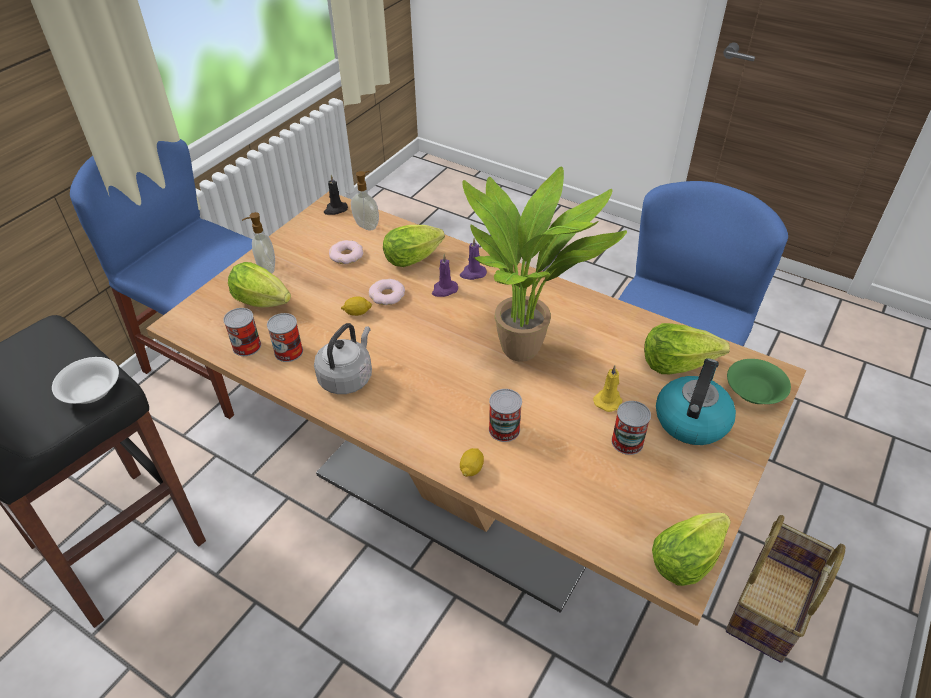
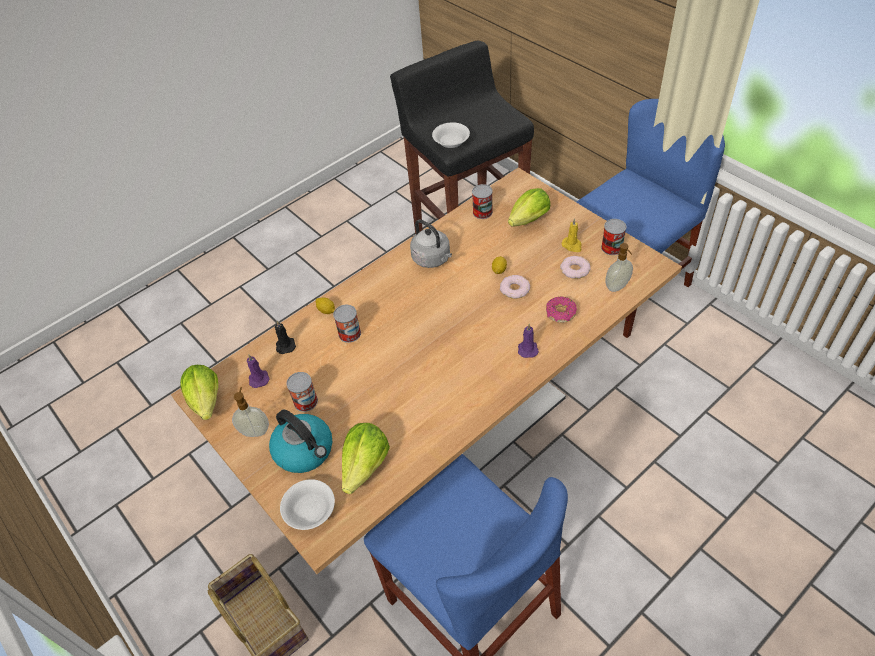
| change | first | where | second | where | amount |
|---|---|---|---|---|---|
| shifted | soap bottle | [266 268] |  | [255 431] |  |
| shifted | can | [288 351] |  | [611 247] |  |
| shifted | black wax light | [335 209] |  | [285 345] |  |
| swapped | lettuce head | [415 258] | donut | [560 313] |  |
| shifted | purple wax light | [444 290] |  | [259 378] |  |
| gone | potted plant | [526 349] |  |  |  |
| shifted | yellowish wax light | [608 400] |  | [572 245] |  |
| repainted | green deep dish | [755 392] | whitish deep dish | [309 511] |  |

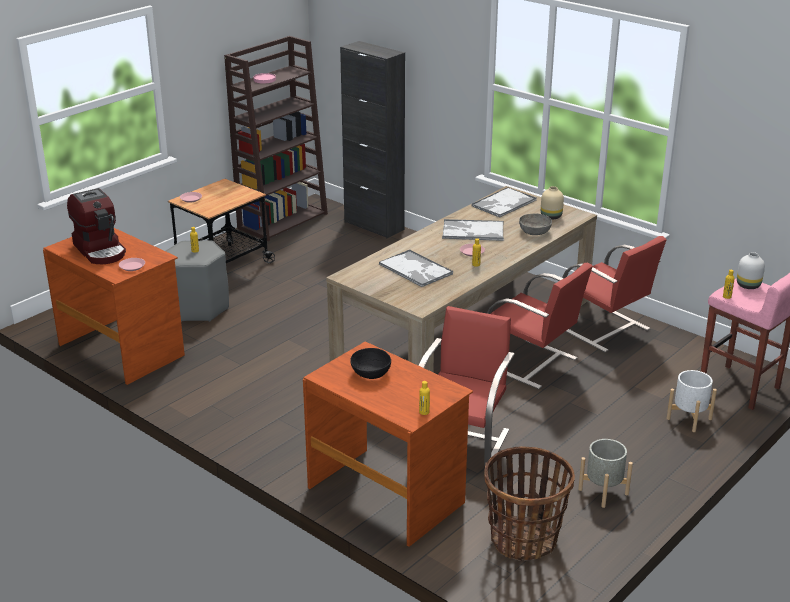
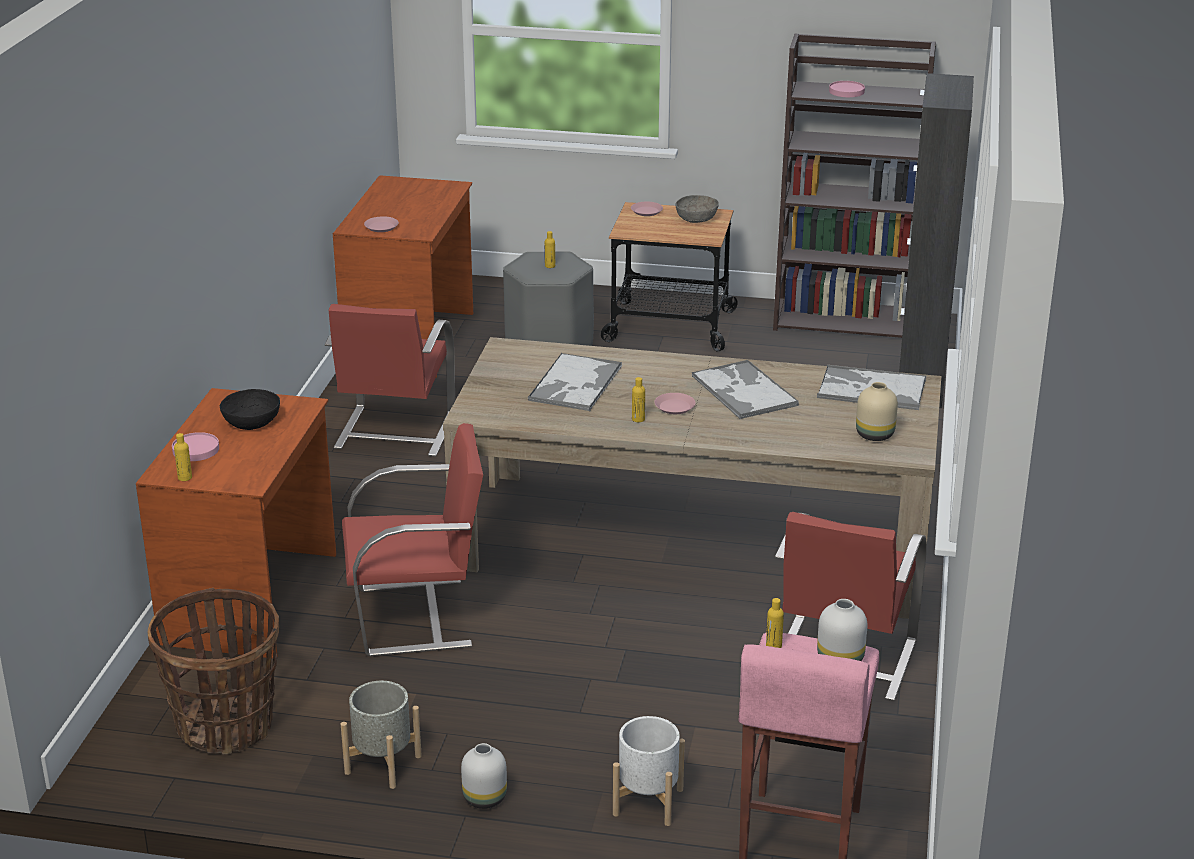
| change | first | where | second | where | amount |
|---|---|---|---|---|---|
| gone | coffee brewer | [101 250] |  |  |  |
| shifted | reddish upright chair | [533 364] |  | [394 432] |  |
| shifted | greyish deep dish | [534 232] |  | [696 219] |  |
| new |  |  | pinkish dinner plate | [196 449] |  |
| new |  |  | whitish decorative vase | [483 798] |  |

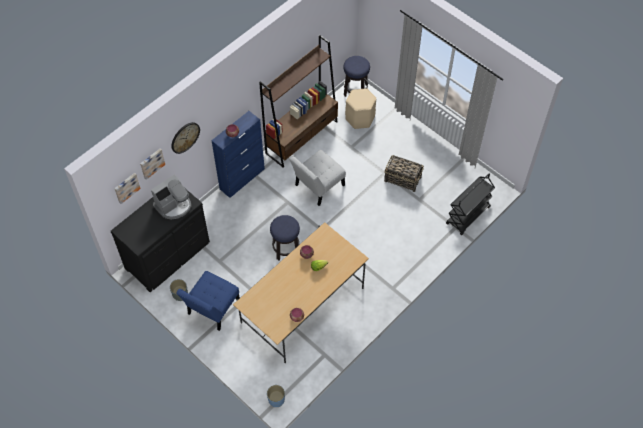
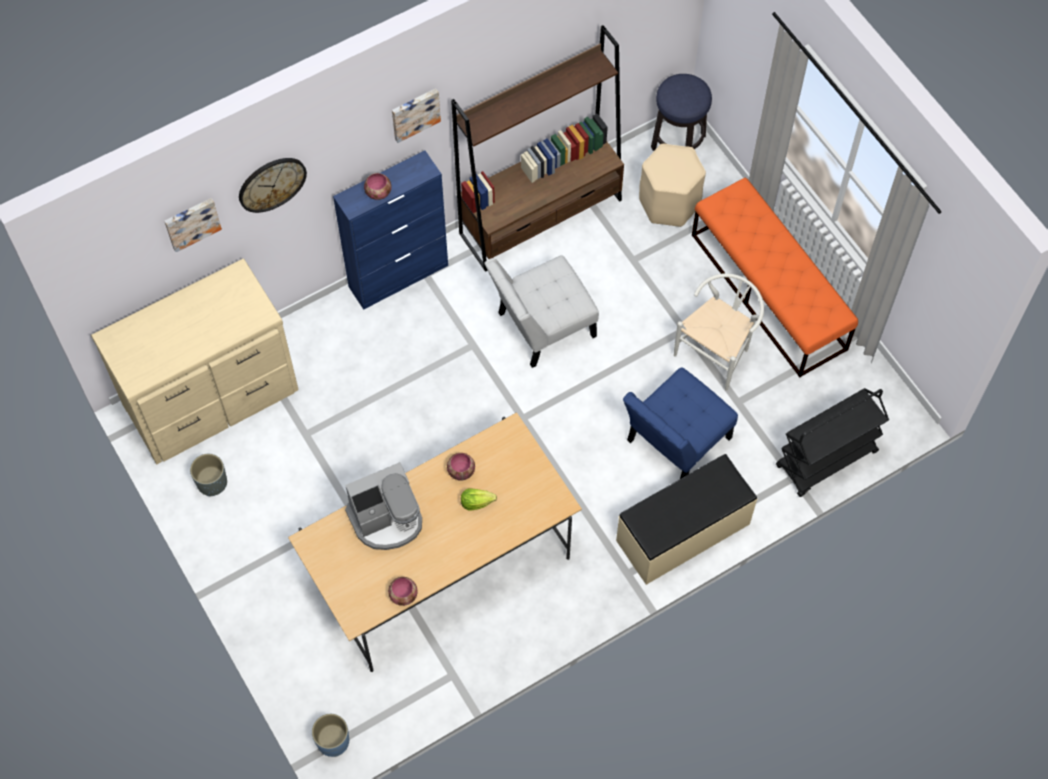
| change | first | where | second | where | amount |
|---|---|---|---|---|---|
| repainted | black chest of drawers | [168 255] | sand-coloured chest of drawers | [212 399] |  |
| shifted | picture | [126 187] |  | [415 113] |  |
| shifted | coffee brewer | [174 206] |  | [387 519] |  |
| shifted | blue upright chair | [212 309] |  | [674 443] |  |
| gone | sitting stool | [286 248] |  |  |  |
| swapped | household basket | [403 179] | whitish upright chair | [717 352] |  |
| new |  |  | sand-coloured indoor bench | [683 533] |  |
| new |  |  | orange indoor bench | [769 292] |  |

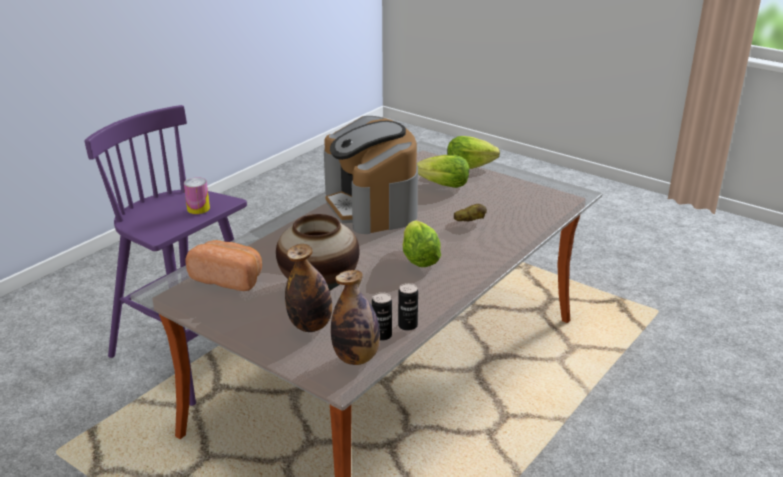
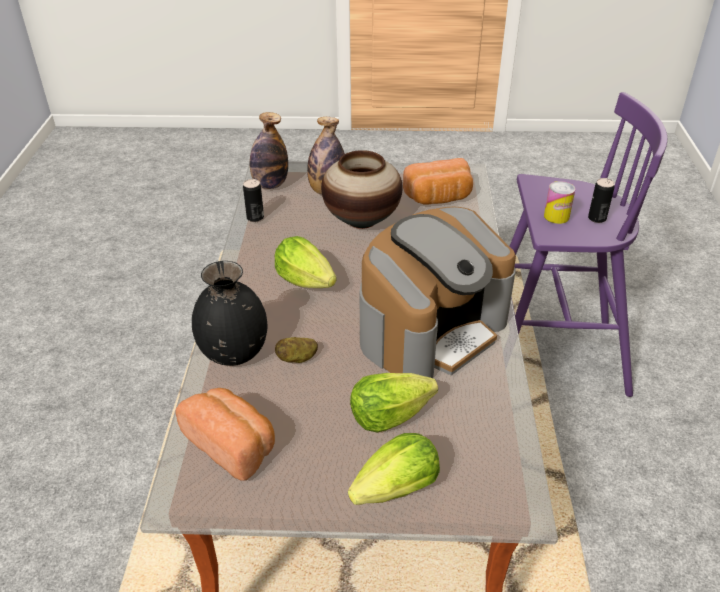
| change | first | where | second | where | amount |
|---|---|---|---|---|---|
| rotated | coffee brewer | [372 206] |  | [431 330] | 105 degrees clockwise |
| shifted | can | [382 335] |  | [597 218] |  |
| new |  |  | baked bread | [232 444] |  |
| new |  |  | black decorative vase | [233 352] |  |

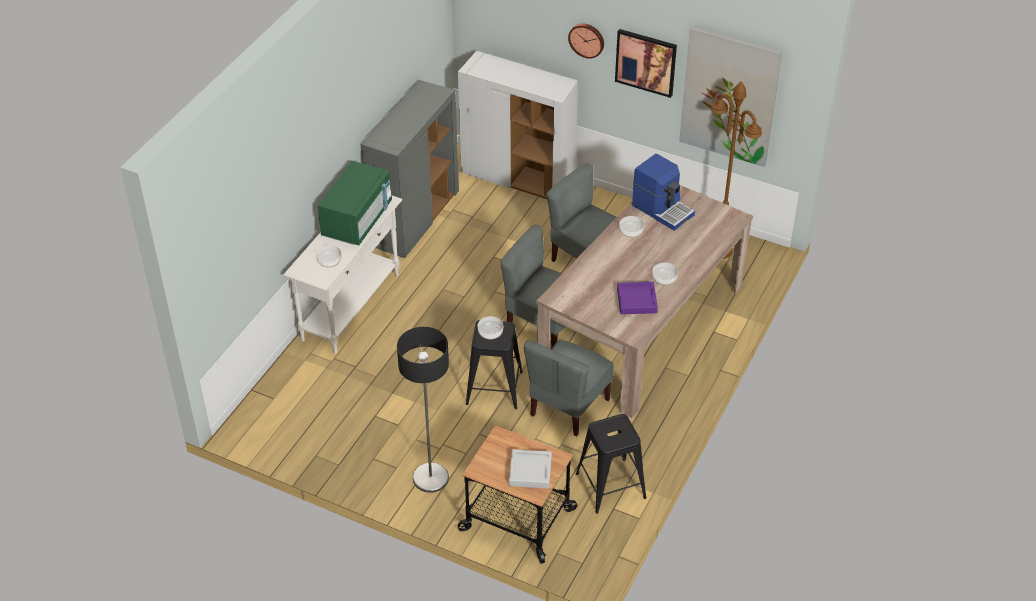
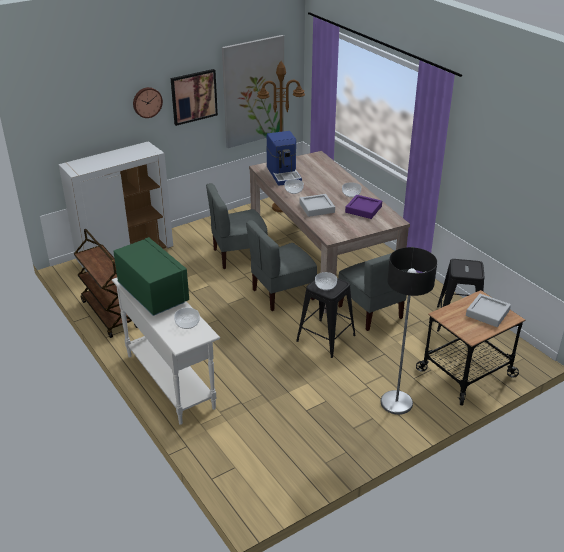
| change | first | where | second | where | amount |
|---|---|---|---|---|---|
| swapped | greyish cupboard | [415 219] | brown-coloured trolley | [109 314] |  |
| rotated | coffee brewer | [662 209] |  | [284 174] | 90 degrees clockwise |
| new |  |  | greyish serving tray | [317 208] |  |

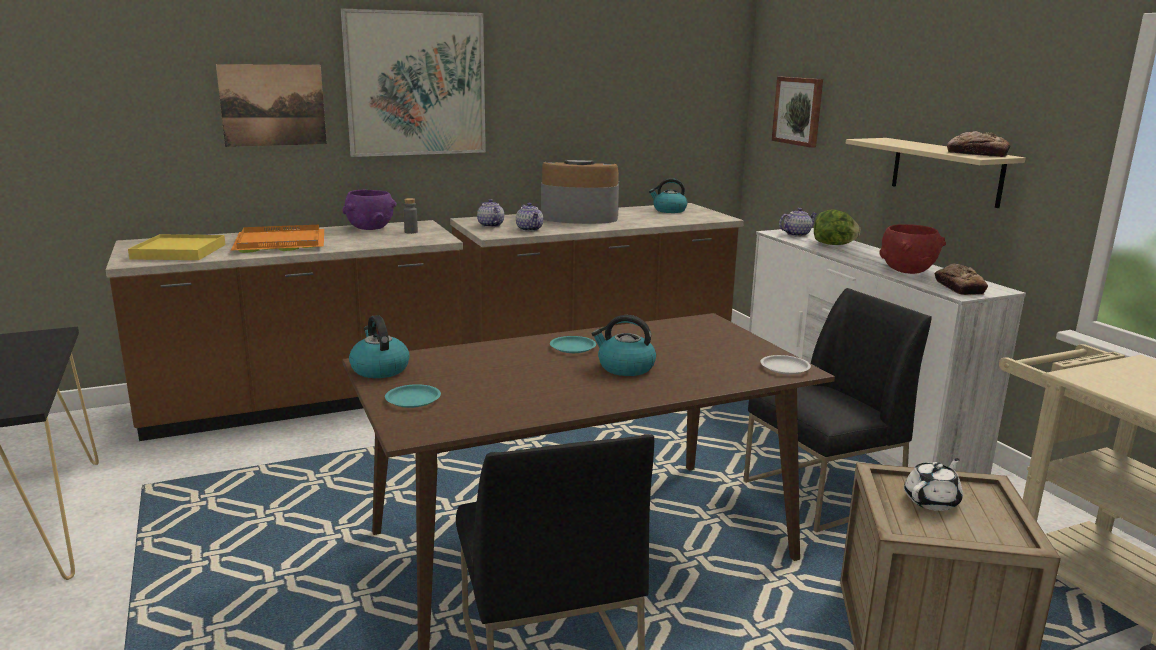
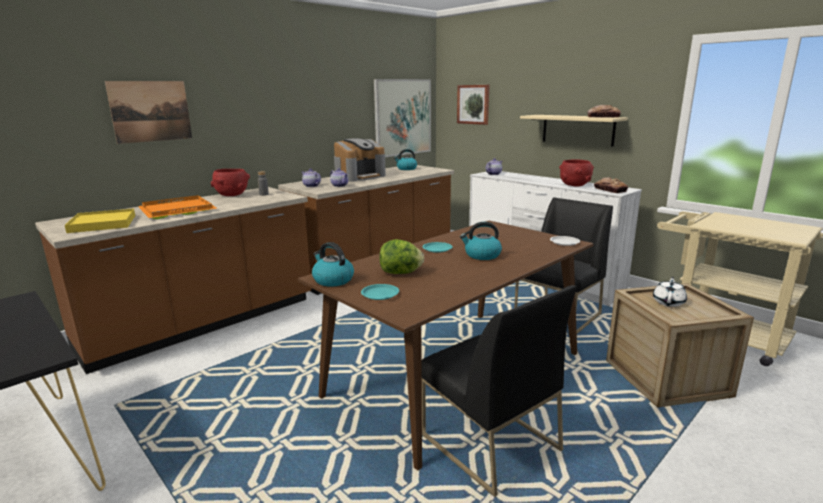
| change | first | where | second | where | amount |
|---|---|---|---|---|---|
| shifted | picture | [416 84] |  | [402 117] |  |
| repainted | purple deep dish | [370 228] | reddish deep dish | [232 195] |  |
| rotated | coffee brewer | [579 217] |  | [359 177] | 150 degrees clockwise |
| shifted | lettuce head | [834 244] |  | [401 273] |  |

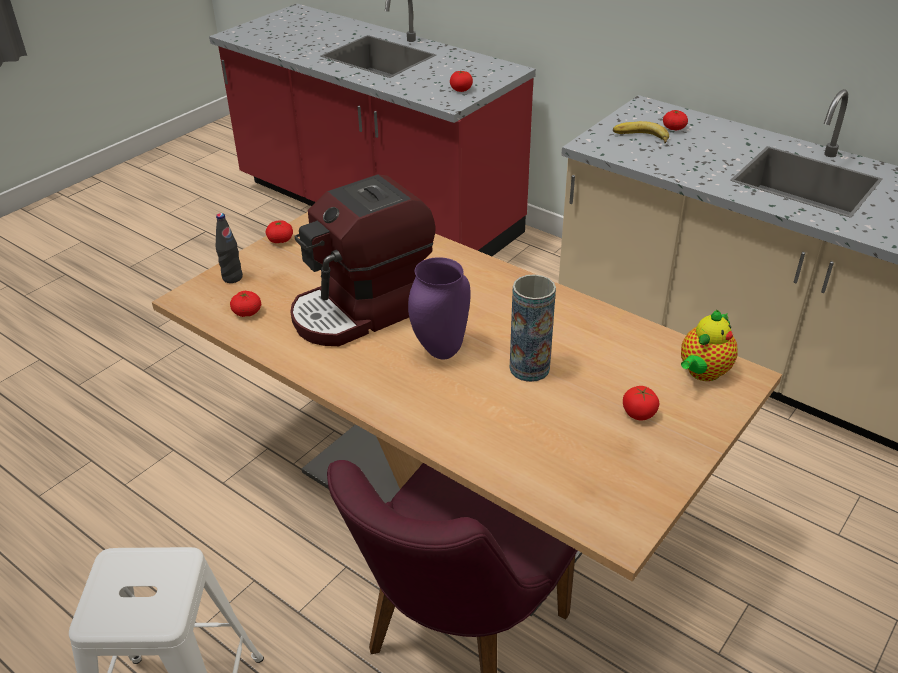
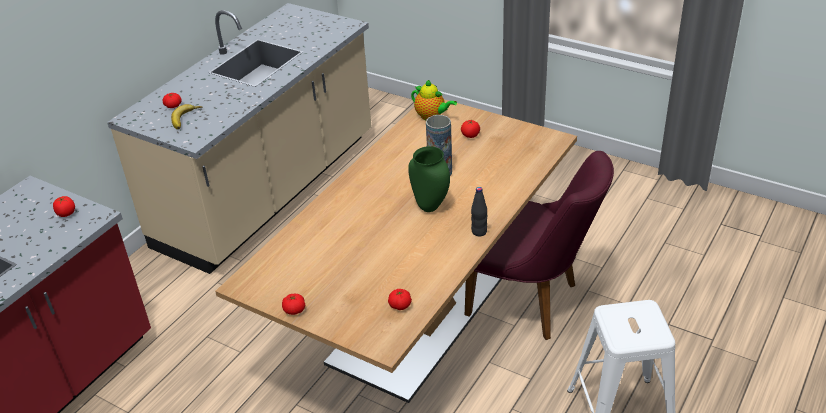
| change | first | where | second | where | amount |
|---|---|---|---|---|---|
| shifted | black beverage bottle | [232 278] |  | [479 232] |  |
| gone | coffee brewer | [363 310] |  |  |  |
| repainted | purple decorative vase | [441 352] | green decorative vase | [431 206] |  |

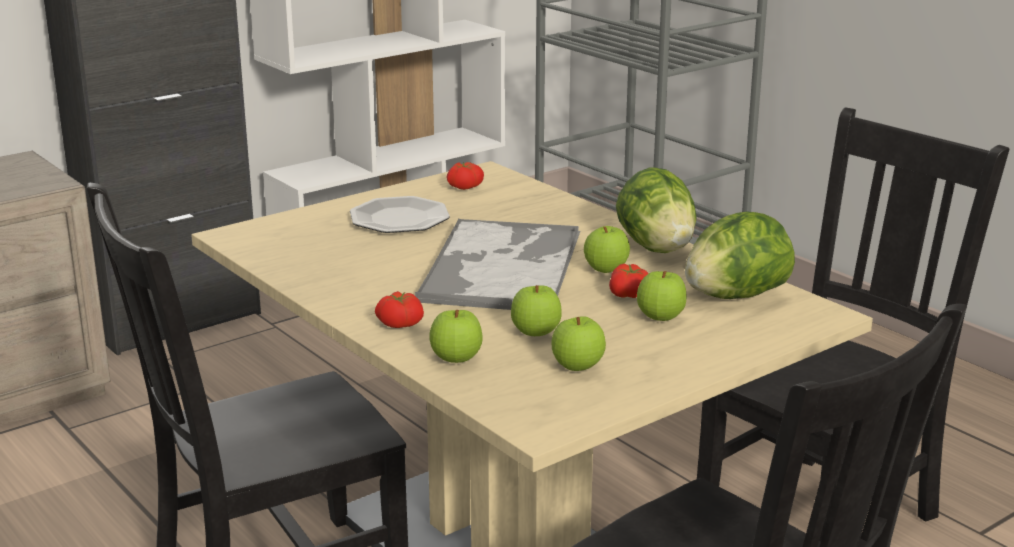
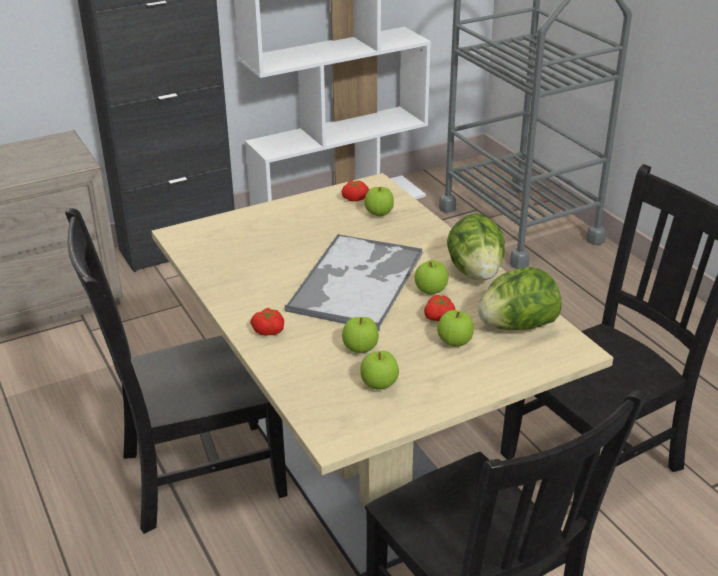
| change | first | where | second | where | amount |
|---|---|---|---|---|---|
| gone | dinner plate | [399 218] |  |  |  |
| shifted | apple | [456 359] |  | [379 214] |  |

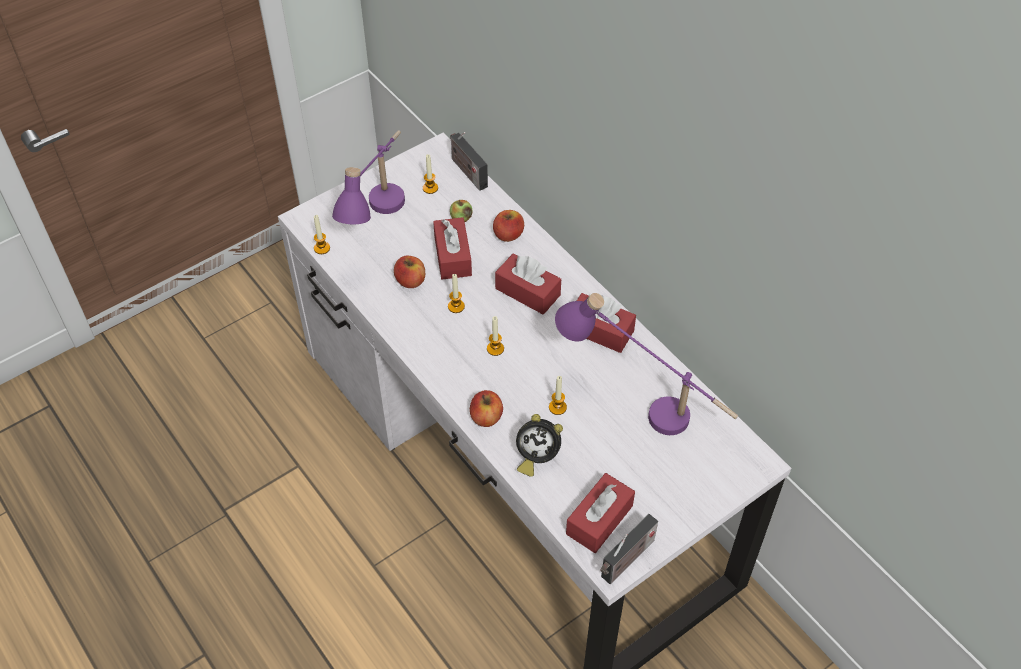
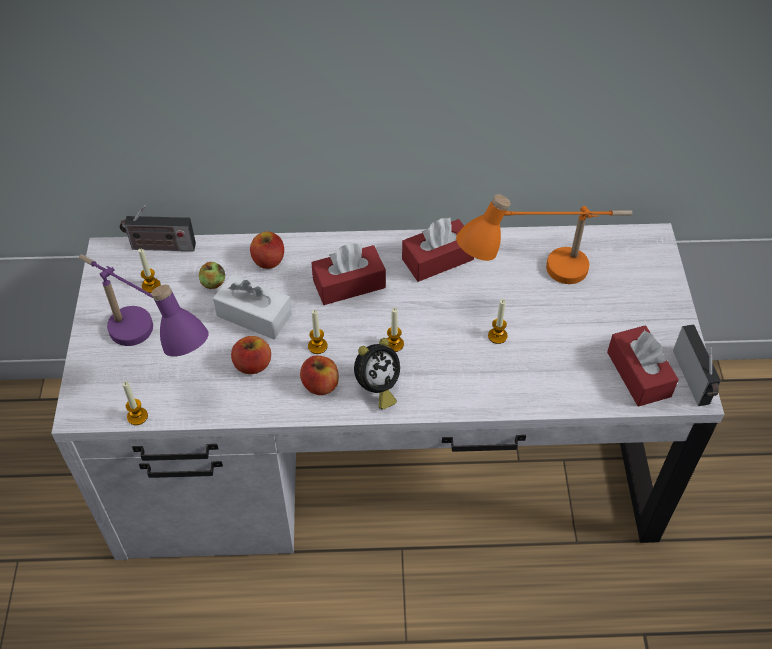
| change | first | where | second | where | amount |
|---|---|---|---|---|---|
| repainted | reddish tissue holder | [453 256] | whitish tissue holder | [254 315] |  |
| shifted | apple | [486 417] |  | [320 385] |  |
| shifted | alarm clock | [536 456] |  | [377 388] |  |
| repainted | purple lamp for a table | [640 406] | orange lamp for a table | [540 279] |  |

